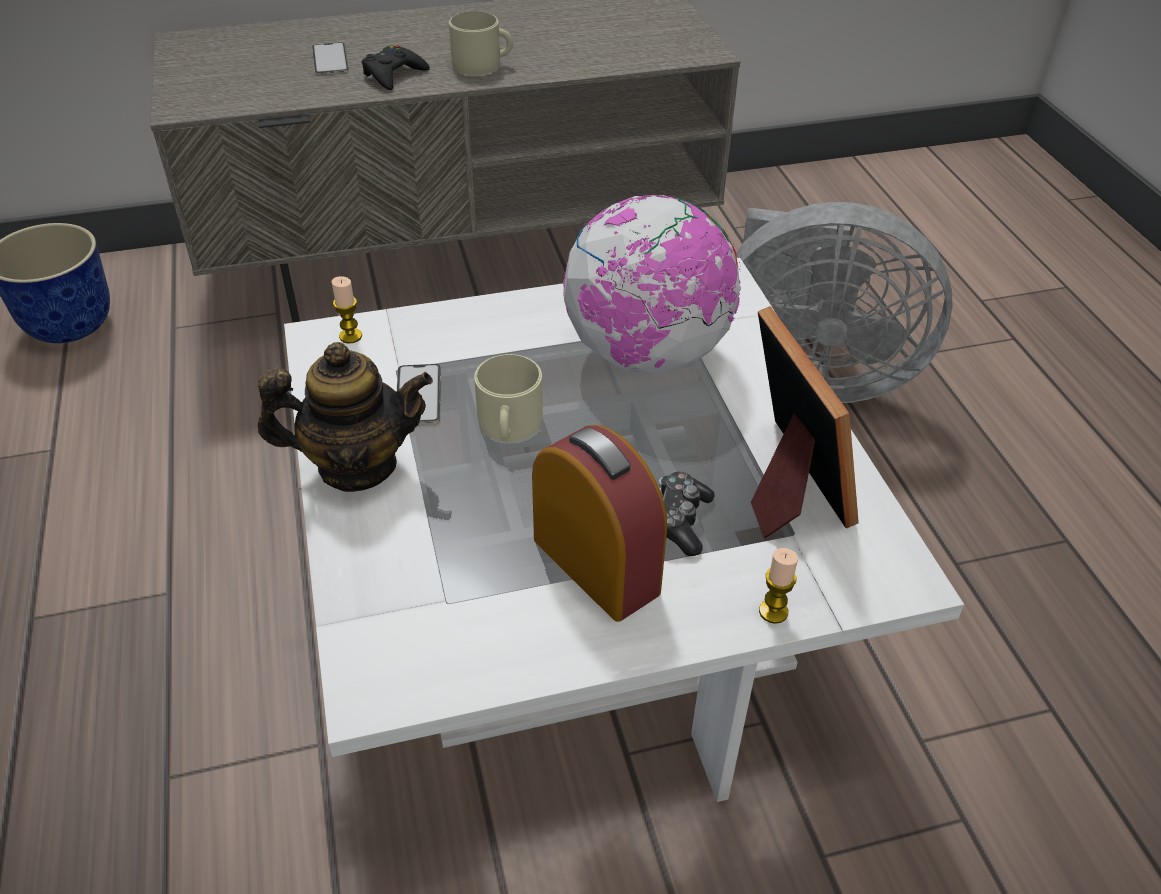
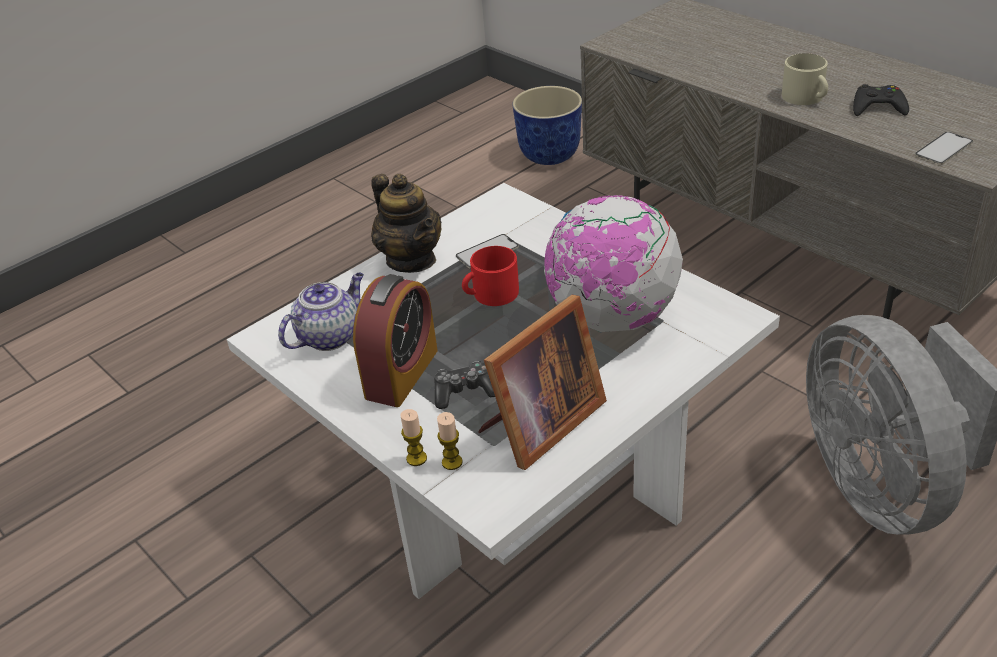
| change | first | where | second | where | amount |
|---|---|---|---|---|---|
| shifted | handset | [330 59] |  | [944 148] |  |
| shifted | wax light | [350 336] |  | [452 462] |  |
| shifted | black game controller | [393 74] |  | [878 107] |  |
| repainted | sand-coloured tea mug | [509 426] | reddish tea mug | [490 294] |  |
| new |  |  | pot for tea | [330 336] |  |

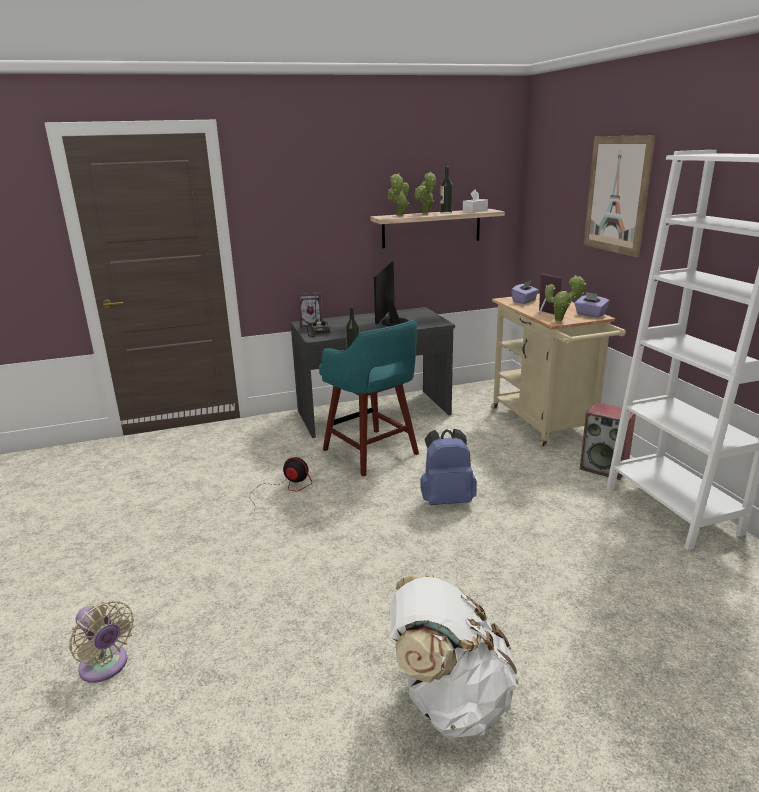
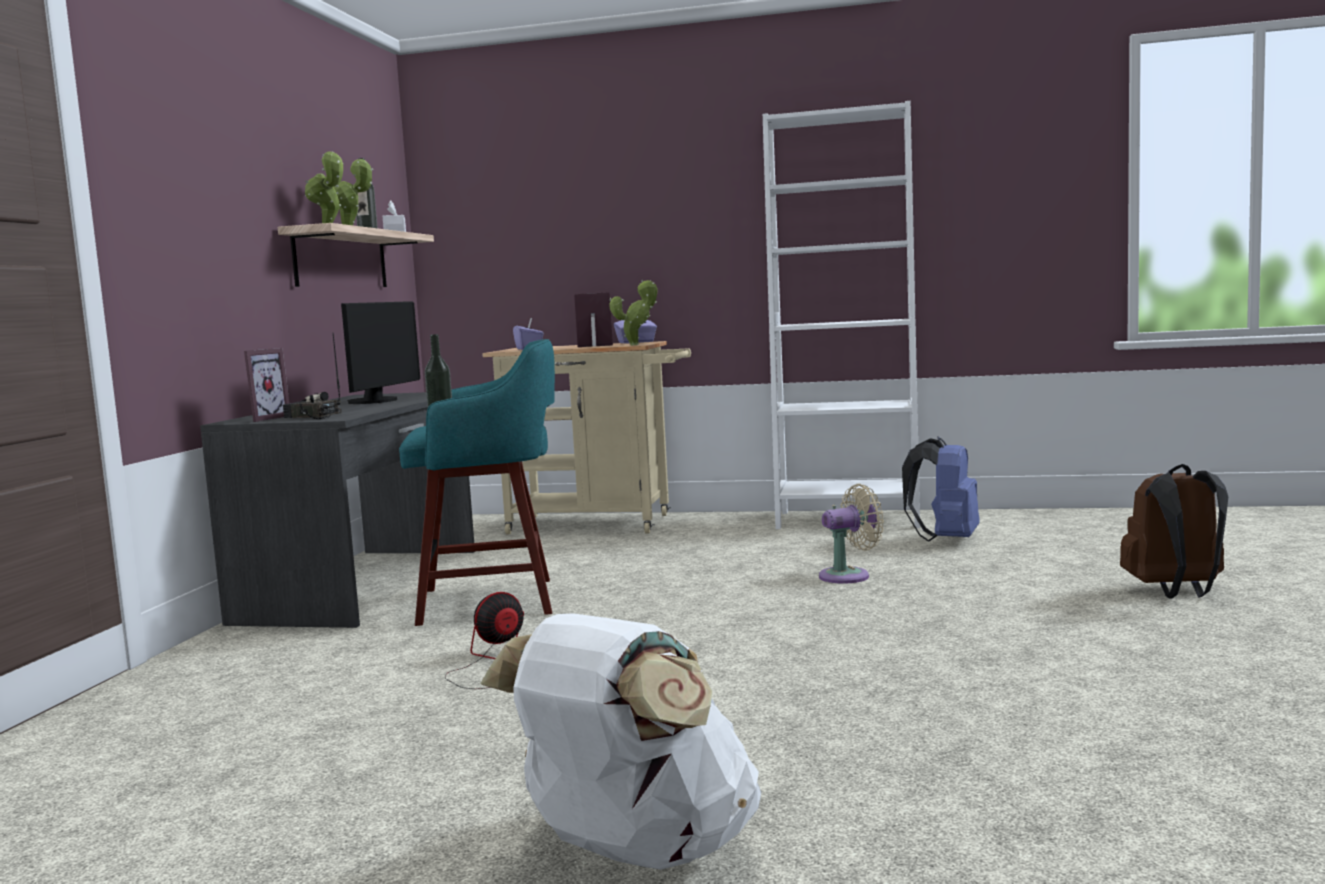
| change | first | where | second | where | amount |
|---|---|---|---|---|---|
| shifted | sand-coloured electric fan | [106 667] |  | [849 576] |  |
| rotated | computer display | [391 322] |  | [378 401] | 120 degrees counterclockwise |
| shifted | whitish backpack | [449 699] |  | [635 851] |  |
| shifted | blue backpack | [446 499] |  | [946 539] |  |
| gone | speaker | [604 468] |  |  |  |
| gone | picture | [617 195] |  |  |  |
| new |  |  | brown-coloured backpack | [1176 592] |  |

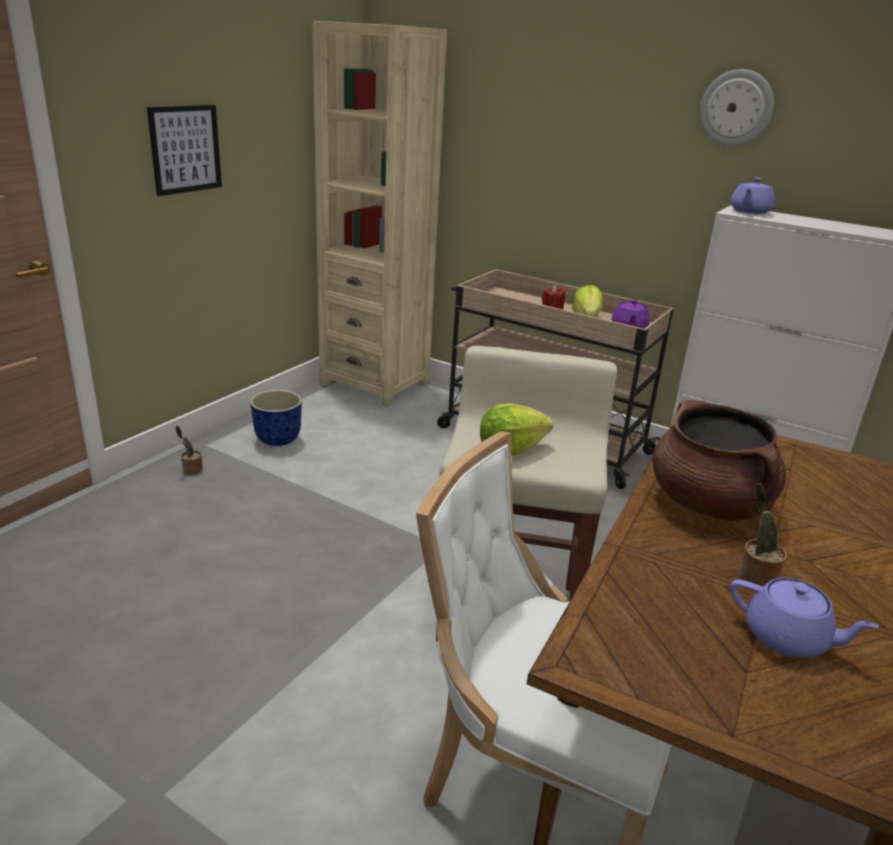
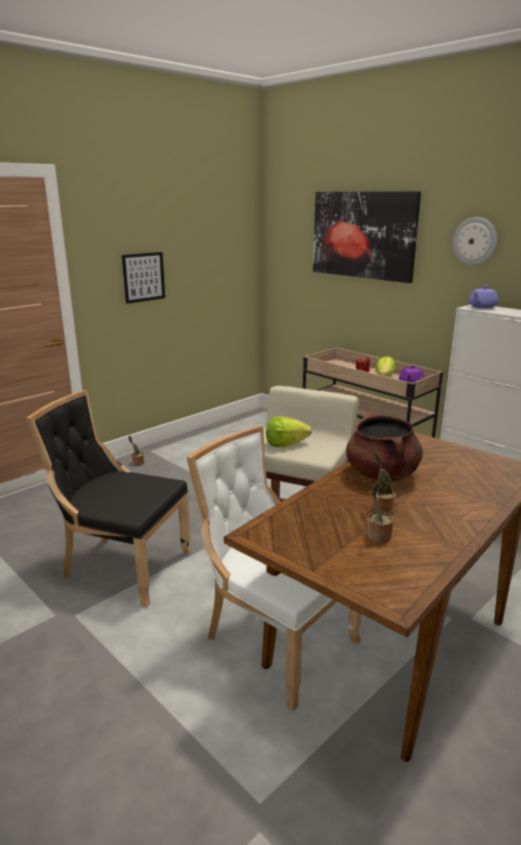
| change | first | where | second | where | amount |
|---|---|---|---|---|---|
| gone | flower pot | [277 440] |  |  |  |
| gone | sand-coloured bookshelf | [375 384] |  |  |  |
| swapped | purple pot for tea | [788 638] | potted plant | [378 536] |  |
| new |  |  | black upright chair | [122 566] |  |
| new |  |  | picture | [363 235] |  |

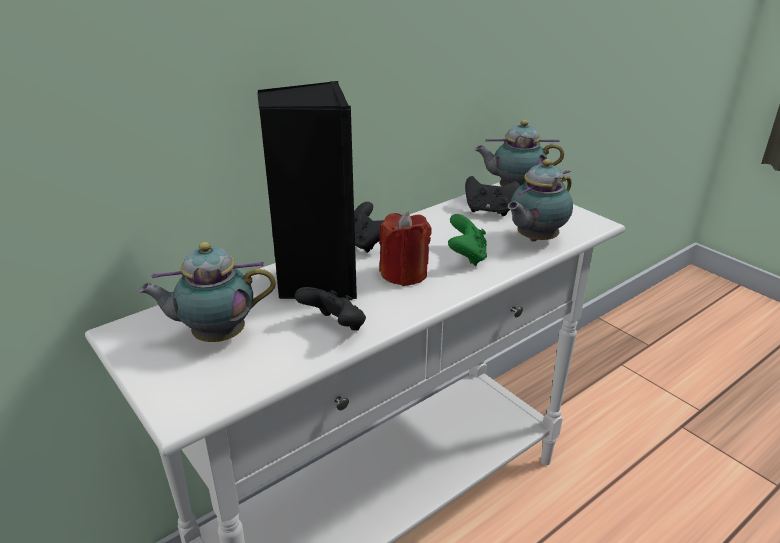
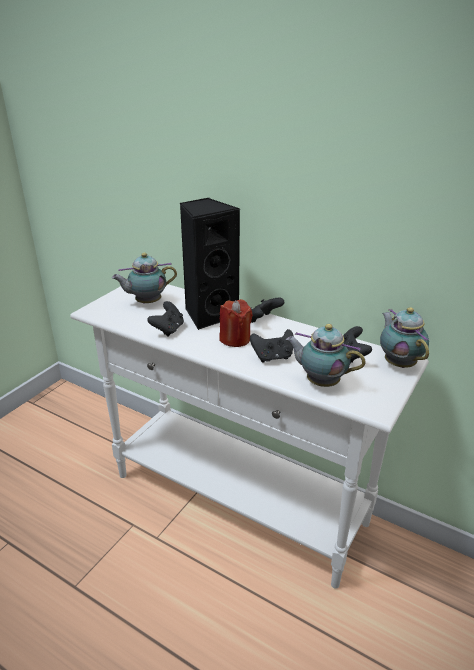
| change | first | where | second | where | amount |
|---|---|---|---|---|---|
| rotated | pot for tea | [215 336] |  | [146 302] | 75 degrees counterclockwise |
| repainted | green game controller | [466 256] | black game controller | [273 357] |  |

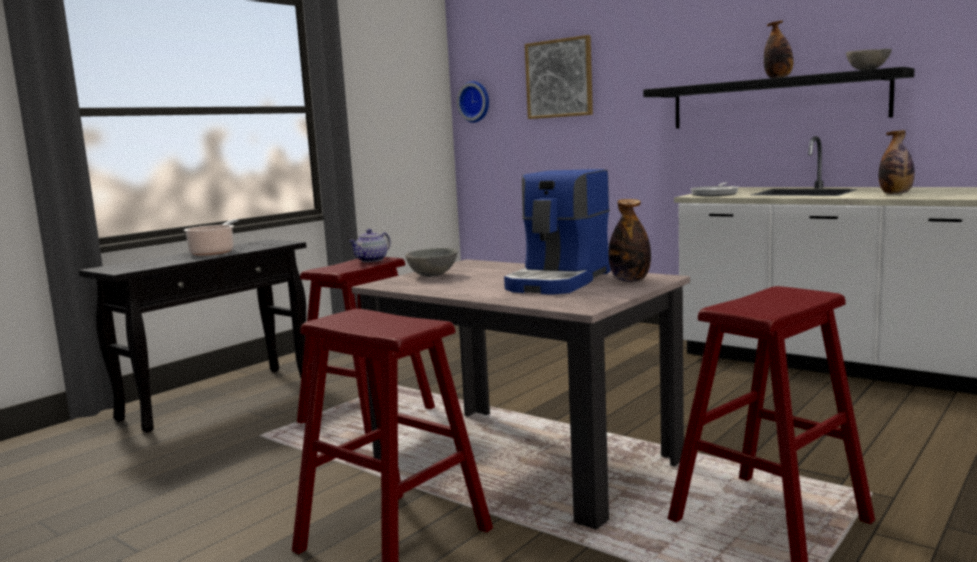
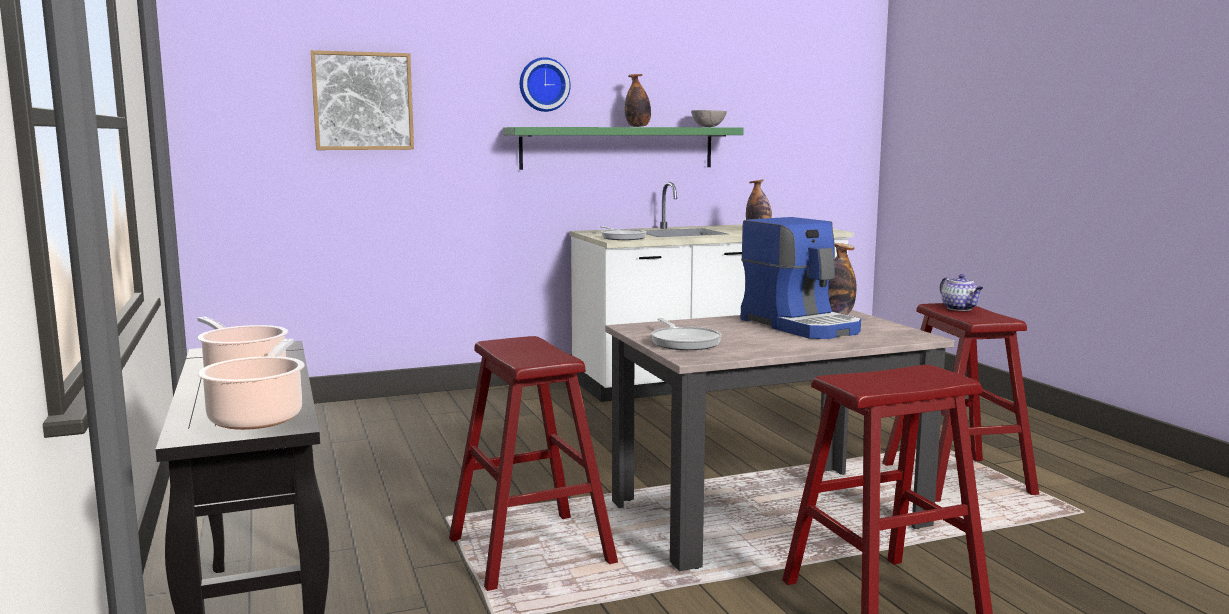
| change | first | where | second | where | amount |
|---|---|---|---|---|---|
| shifted | pot for tea | [371 260] |  | [960 309] |  |
| swapped | greyish deep dish | [433 275] | skillet | [684 342] |  |
| shifted | clock on the wall | [475 101] |  | [543 84] |  |
| repainted | black wall shelf | [775 101] | green wall shelf | [618 148] |  |
| new |  |  | cooking pot | [258 417] |  |

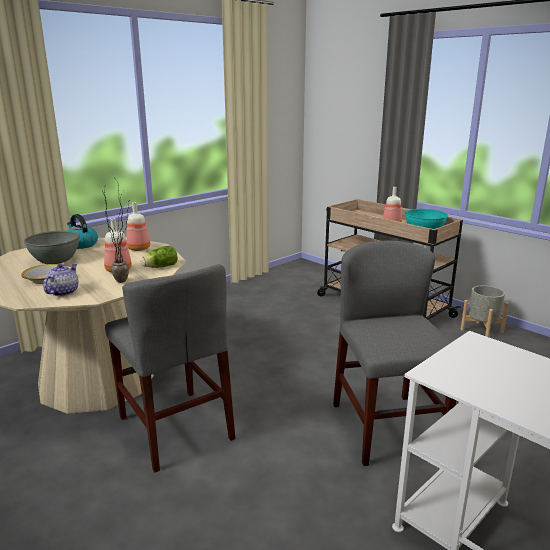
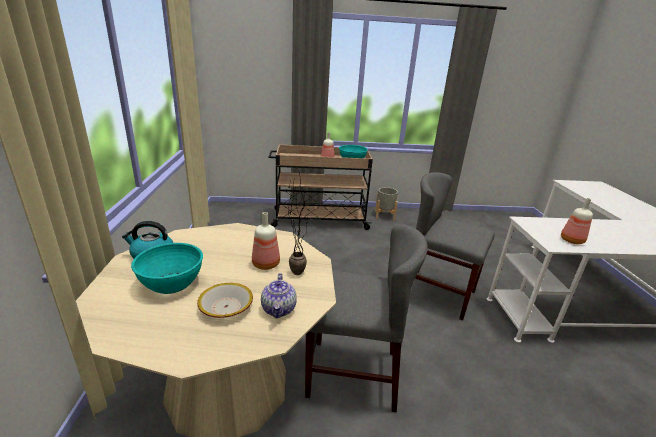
| change | first | where | second | where | amount |
|---|---|---|---|---|---|
| repainted | greyish deep dish | [55 260] | blue-green deep dish | [171 283] |  |
| rotated | pot for tea | [63 292] |  | [279 309] | 150 degrees counterclockwise |
| shifted | beverage bottle | [138 248] |  | [571 240] |  |
| gone | lettuce head | [159 267] |  |  |  |

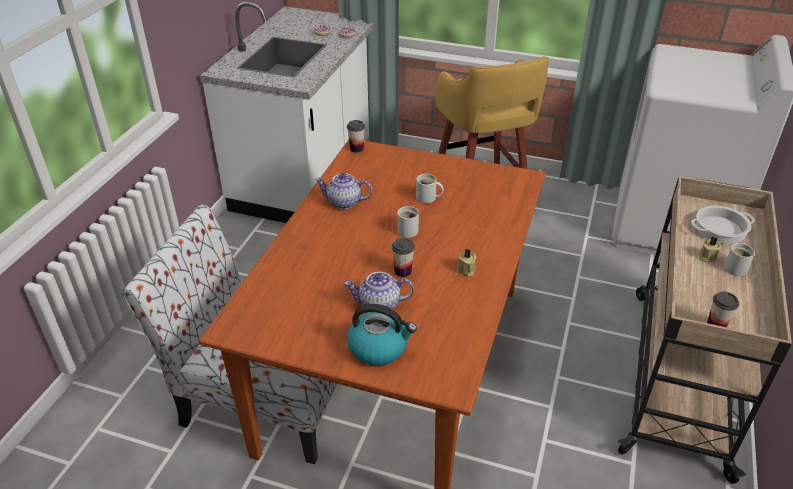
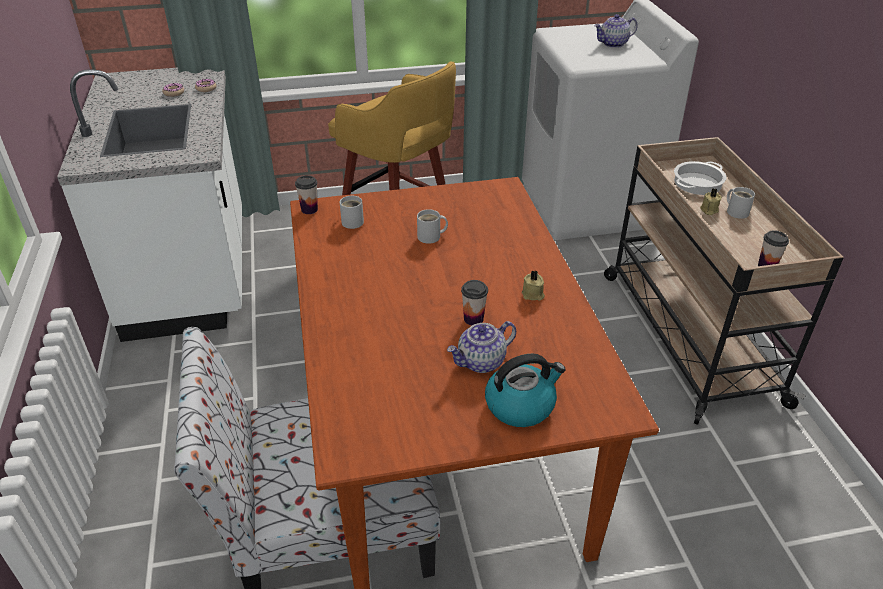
| change | first | where | second | where | amount |
|---|---|---|---|---|---|
| shifted | pot for tea | [344 202] |  | [613 44] |  |
| shifted | whitish tea mug | [408 229] |  | [352 221] |  |

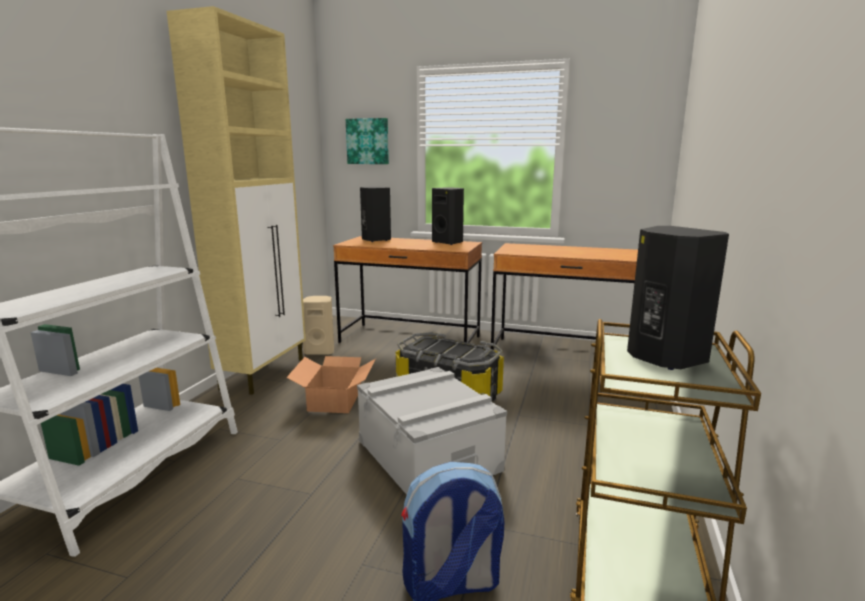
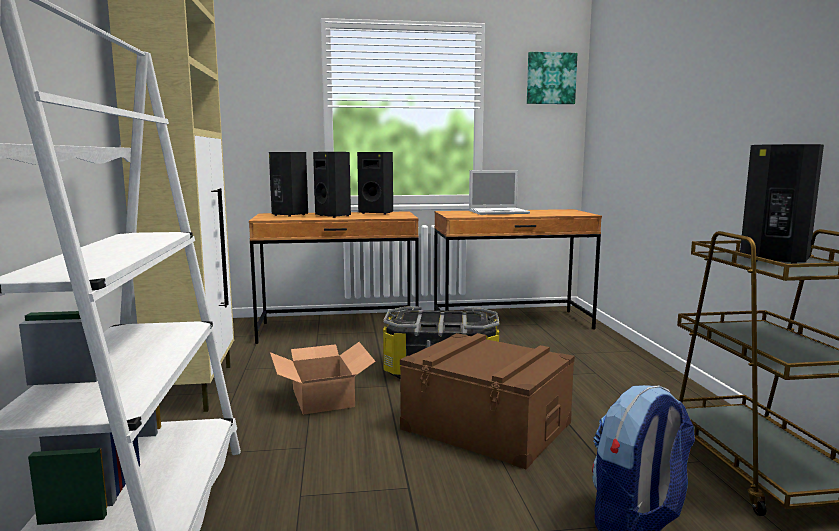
| change | first | where | second | where | amount |
|---|---|---|---|---|---|
| gone | sand-coloured speaker | [320 351] |  |  |  |
| shifted | picture | [368 141] |  | [550 78] |  |
| repainted | greyish storage box | [428 455] | brown-coloured storage box | [487 426] |  |
| new |  |  | black speaker | [334 216] |  |
| new |  |  | notebook computer | [499 212] |  |

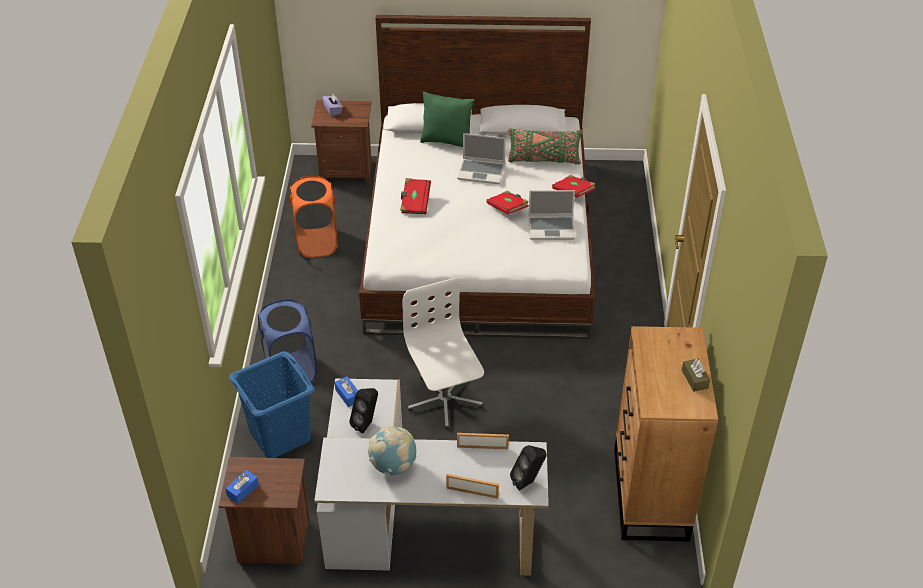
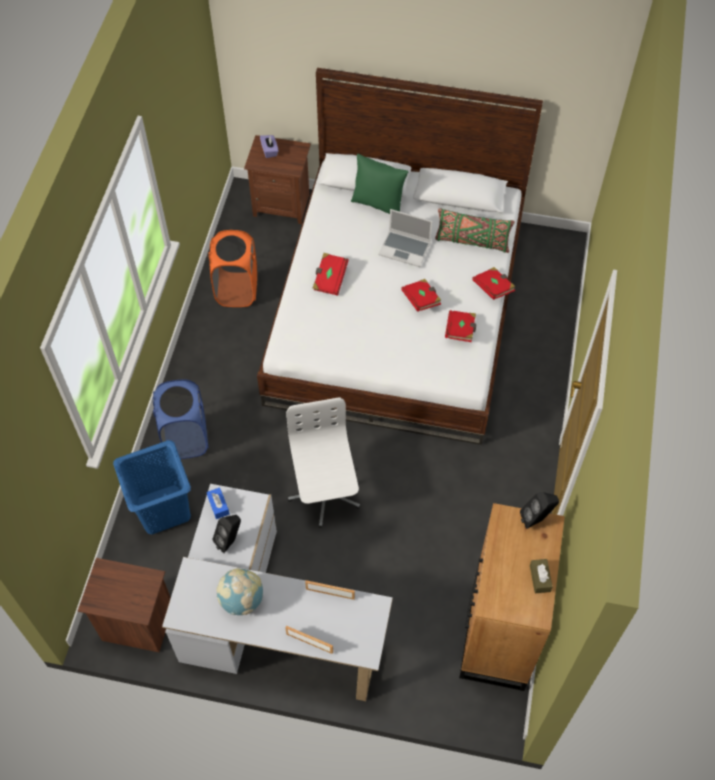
| change | first | where | second | where | amount |
|---|---|---|---|---|---|
| gone | blue tissue holder | [243 490] |  |  |  |
| shifted | black speaker | [528 482] |  | [536 519] |  |
| swapped | notebook computer | [552 228] | reddish volume | [460 331] |  |

